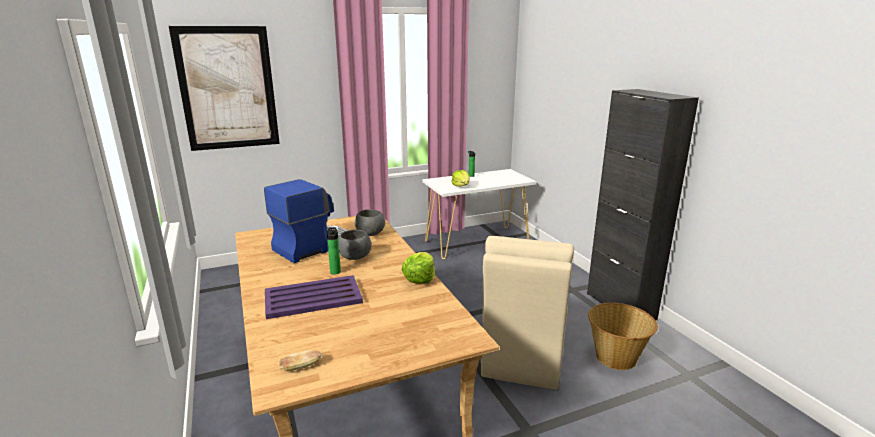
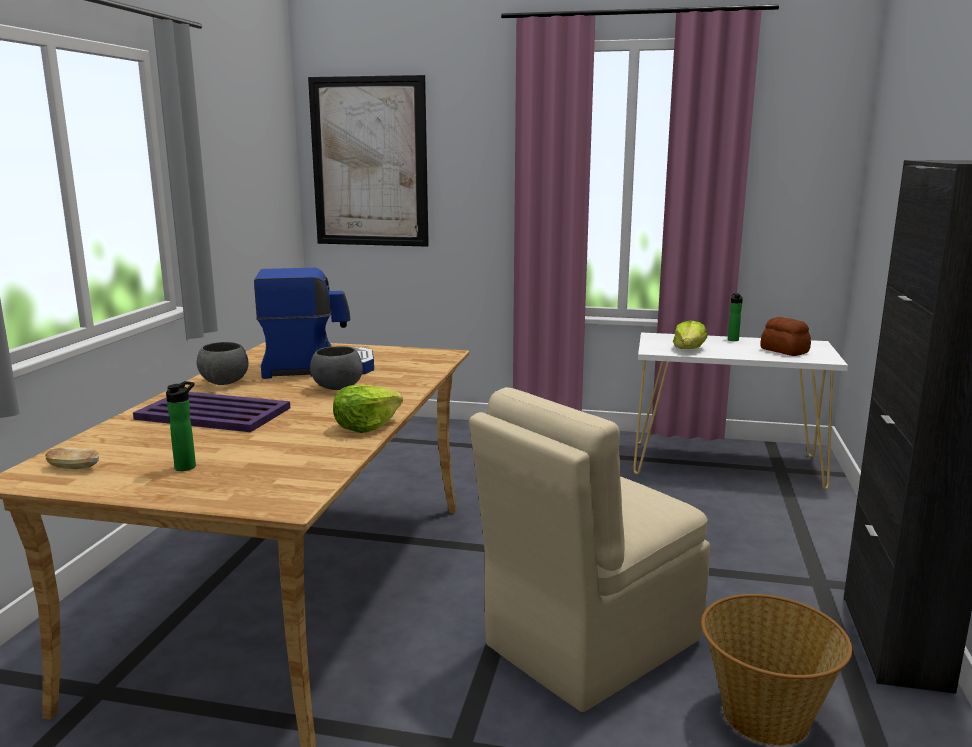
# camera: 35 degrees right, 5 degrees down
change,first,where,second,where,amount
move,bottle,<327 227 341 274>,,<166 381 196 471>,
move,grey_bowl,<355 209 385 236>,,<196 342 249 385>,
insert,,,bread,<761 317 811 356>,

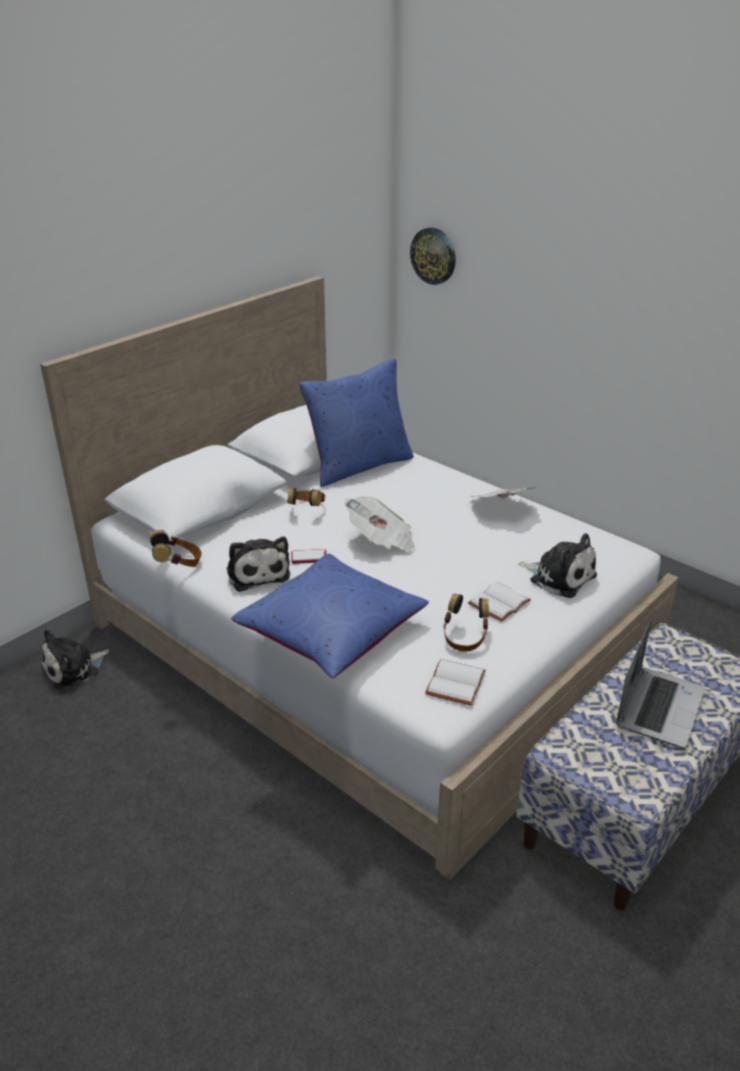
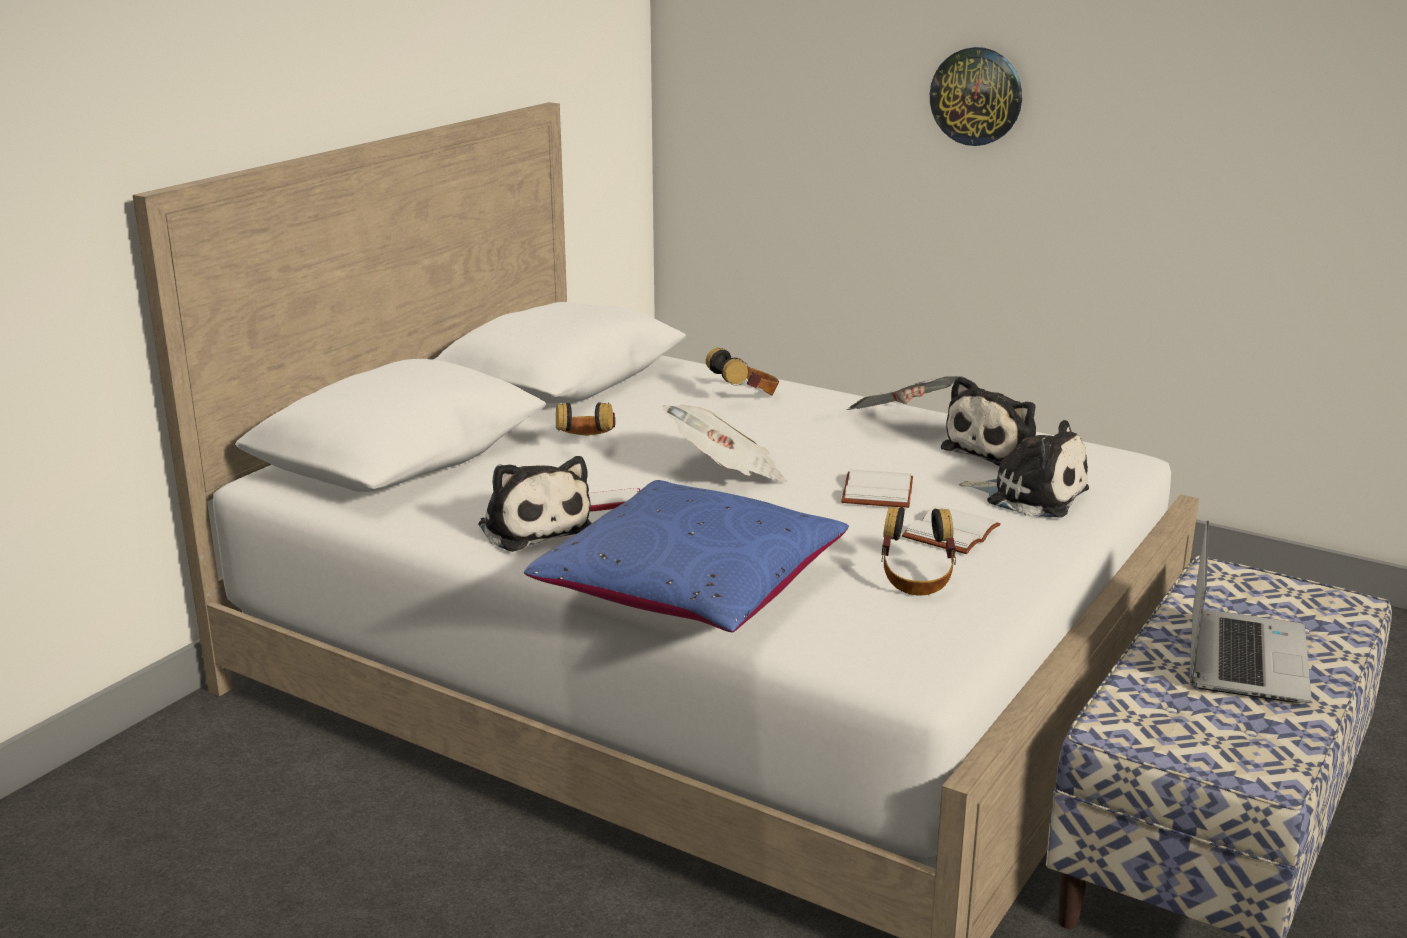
# camera: 10 degrees left, 10 degrees down
change,first,where,second,where,amount
move,headphones,<150 530 202 567>,,<706 348 779 395>,
move,white_book,<425 659 486 706>,,<841 469 913 508>,
move,wall_clock,<410 227 456 285>,,<930 47 1022 146>,
move,plush_toy,<41 628 109 688>,,<941 376 1036 466>,
delete,blue_pillow,<299 359 414 487>,,,

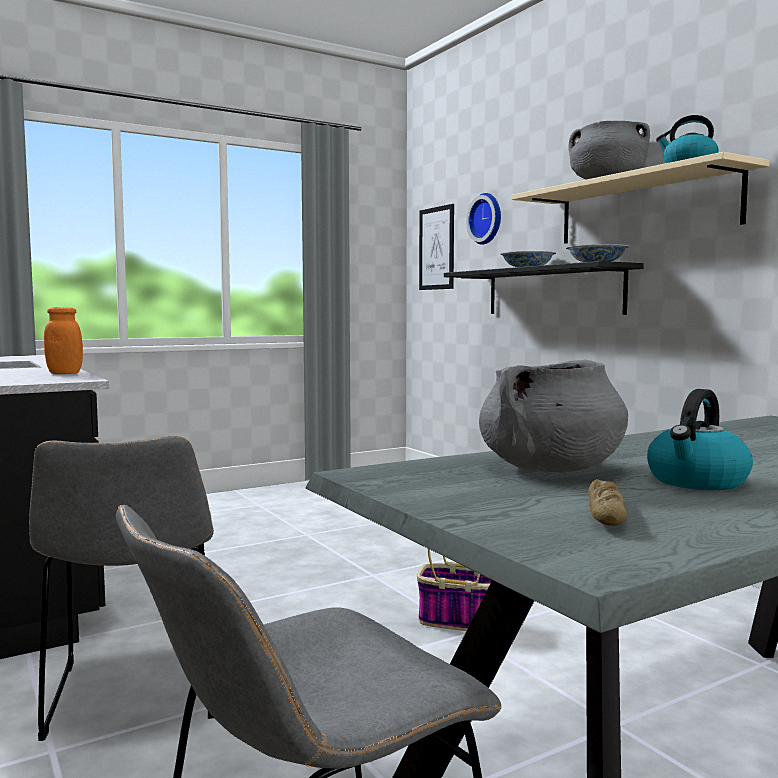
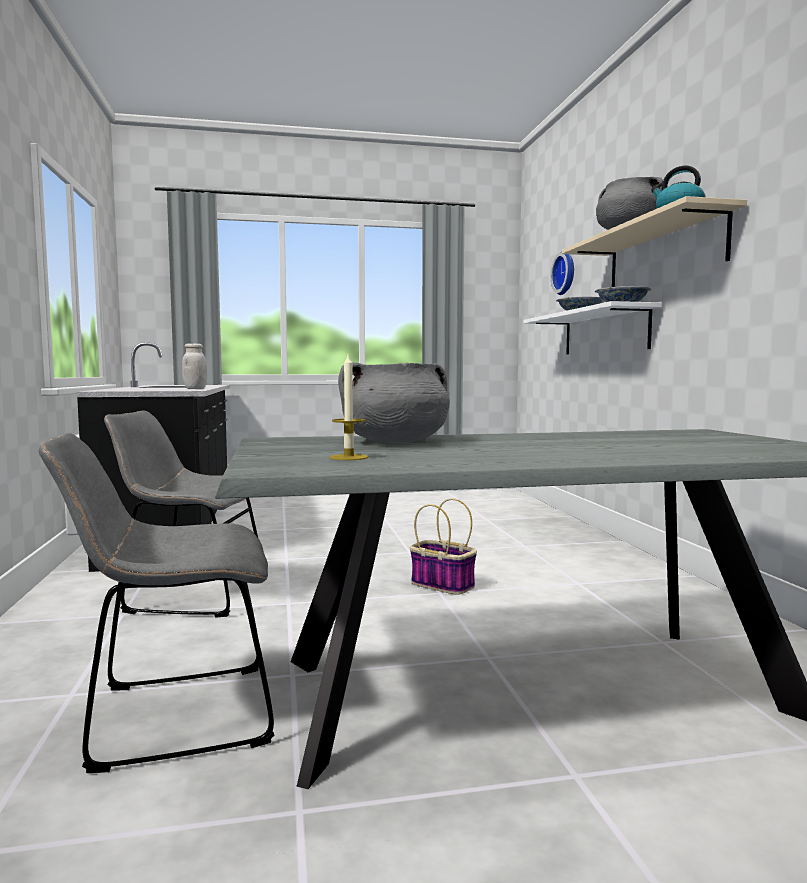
# camera: 20 degrees right, 0 degrees up
change,first,where,second,where,amount
rotate,grey_chair,<29 436 214 741>,,<104 410 258 618>,90 degrees clockwise
recolor,orange_jar,<44 307 83 374>,white_jar,<182 343 207 389>,
replace,bread,<588 479 627 526>,candle,<330 355 368 460>,
recolor,black_shelf,<444 261 644 315>,white_shelf,<524 301 662 354>,
delete,picture,<419 204 454 290>,,,
delete,kettle,<647 389 753 490>,,,

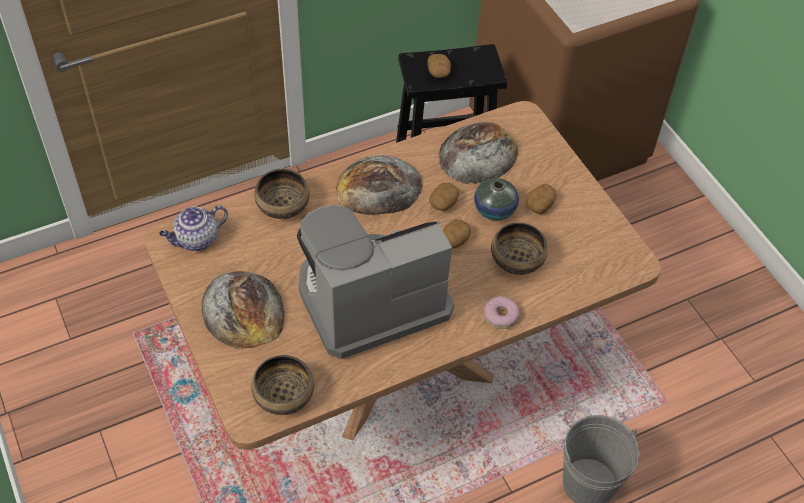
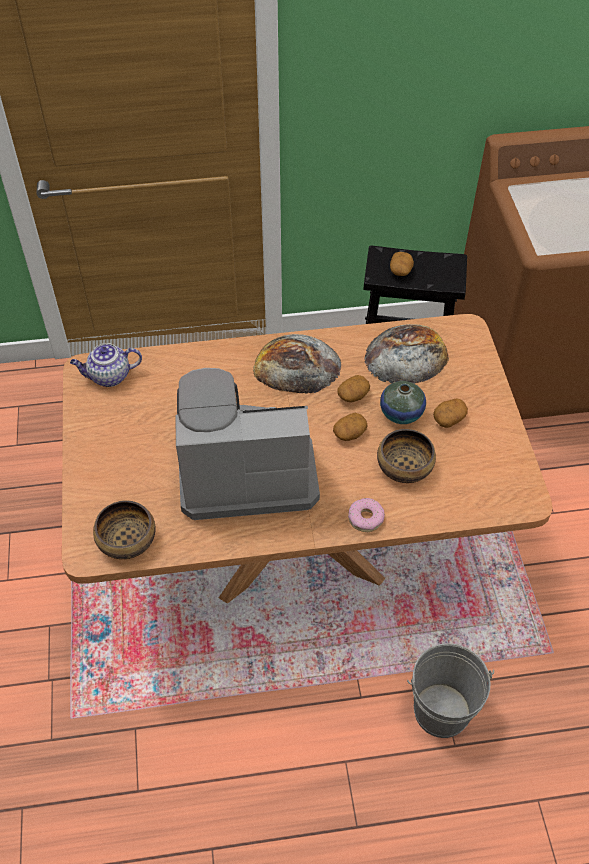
# camera: 20 degrees right, 0 degrees up
change,first,where,second,where,amount
delete,bread,<201 271 285 349>,,,
delete,bowl,<254 169 310 219>,,,

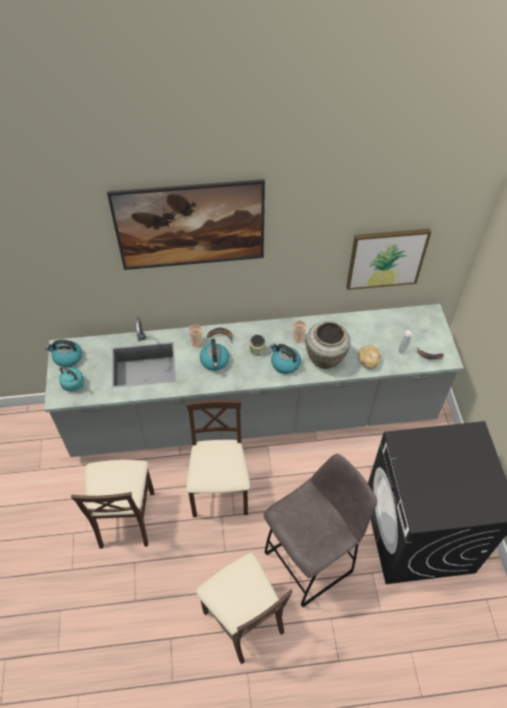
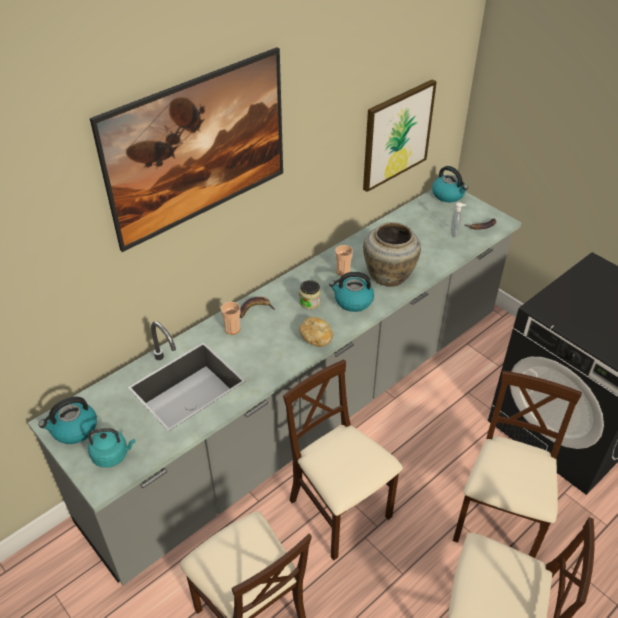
# camera: 35 degrees left, 10 degrees down
change,first,where,second,where,amount
move,bread,<358 345 381 369>,,<299 317 333 347>,
move,kettle,<200 339 229 371>,,<432 166 468 202>,
replace,grey_stool,<263 454 377 607>,beige_chair,<453 371 582 558>,

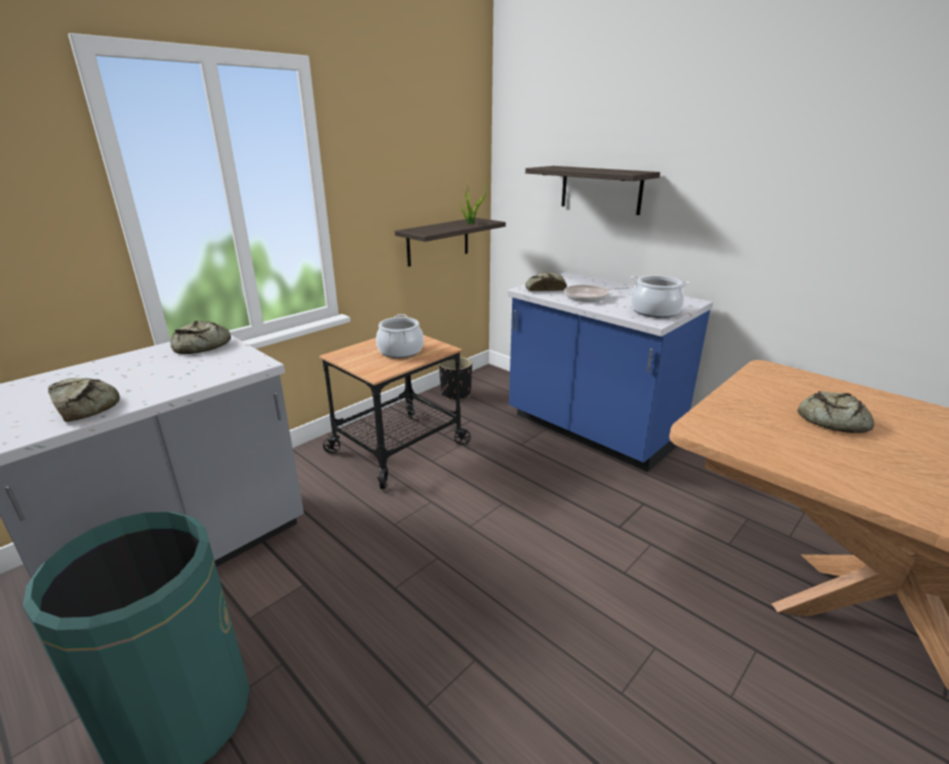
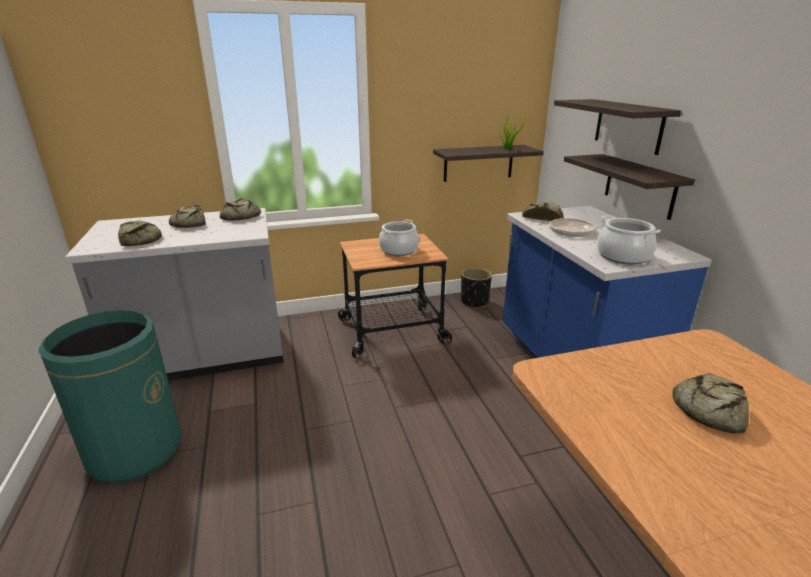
# camera: 30 degrees right, 0 degrees up
change,first,where,second,where,amount
insert,,,bread,<169 205 206 228>,
insert,,,shelf,<564 154 695 220>,

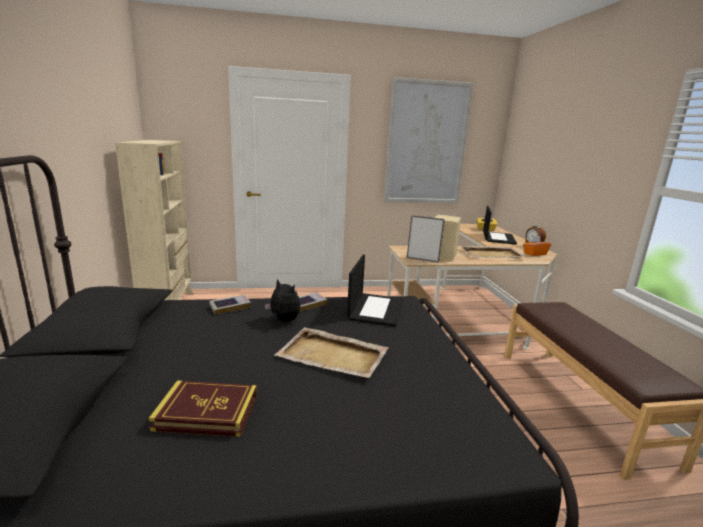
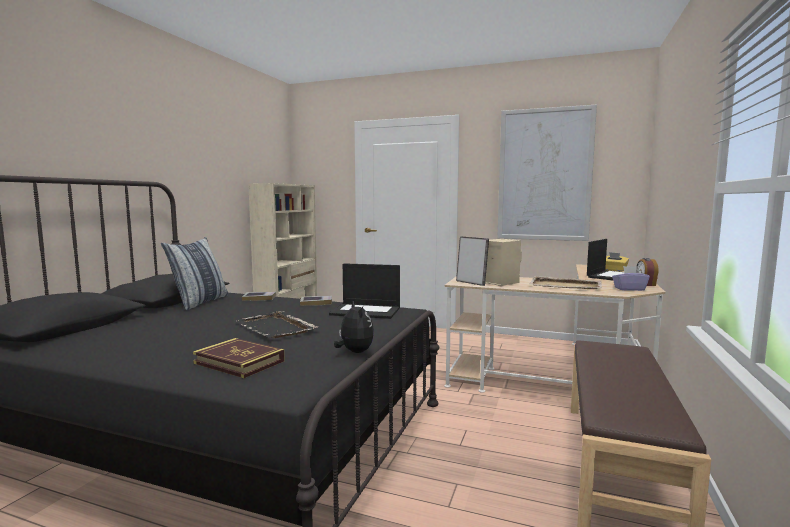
# camera: 30 degrees right, 10 degrees down
change,first,where,second,where,amount
insert,,,pillow,<161 237 228 310>,
move,book,<149 380 257 437>,,<193 338 285 378>,
recolor,beige_tray,<274 328 389 378>,black_tray,<234 311 319 338>,
rotate,laptop,<347 255 403 327>,,<329 263 400 319>,60 degrees clockwise
move,plush_toy,<265 279 300 322>,,<334 300 374 353>,
recolor,orange_tissue_box,<523 236 551 256>,purple_tissue_box,<612 266 650 291>,

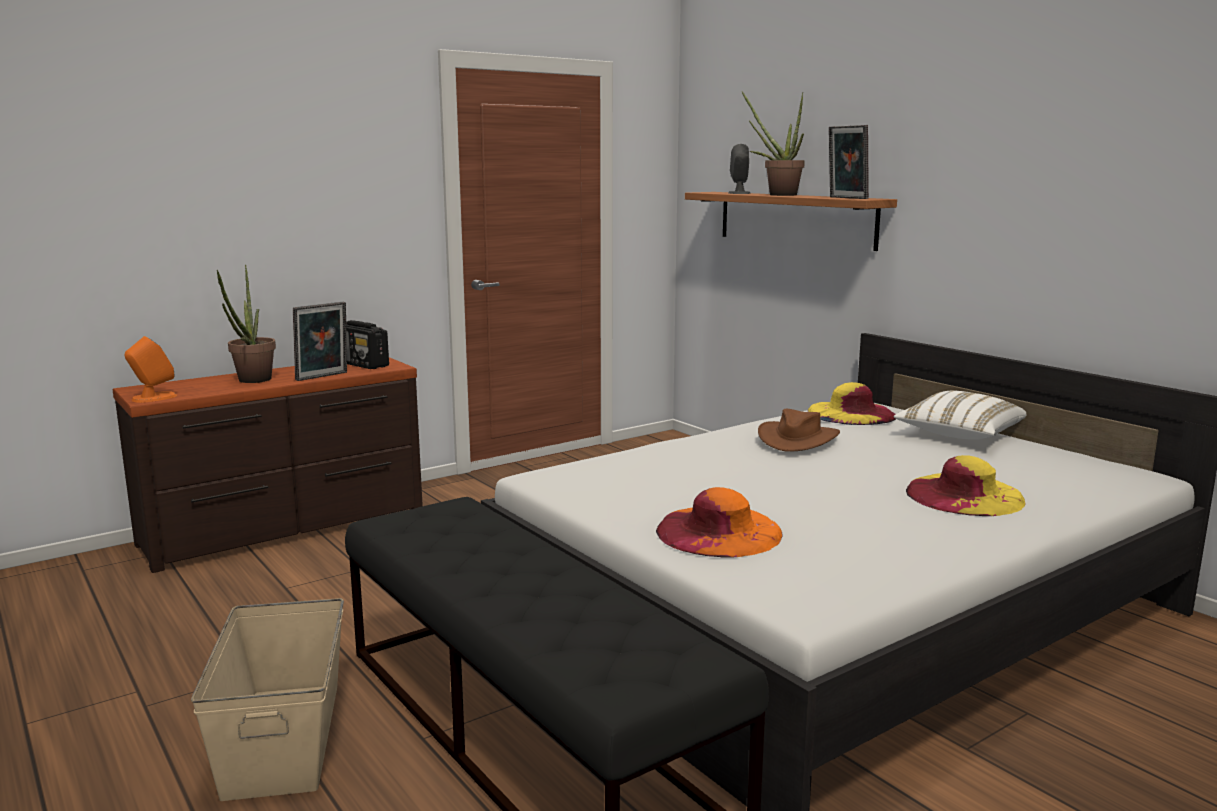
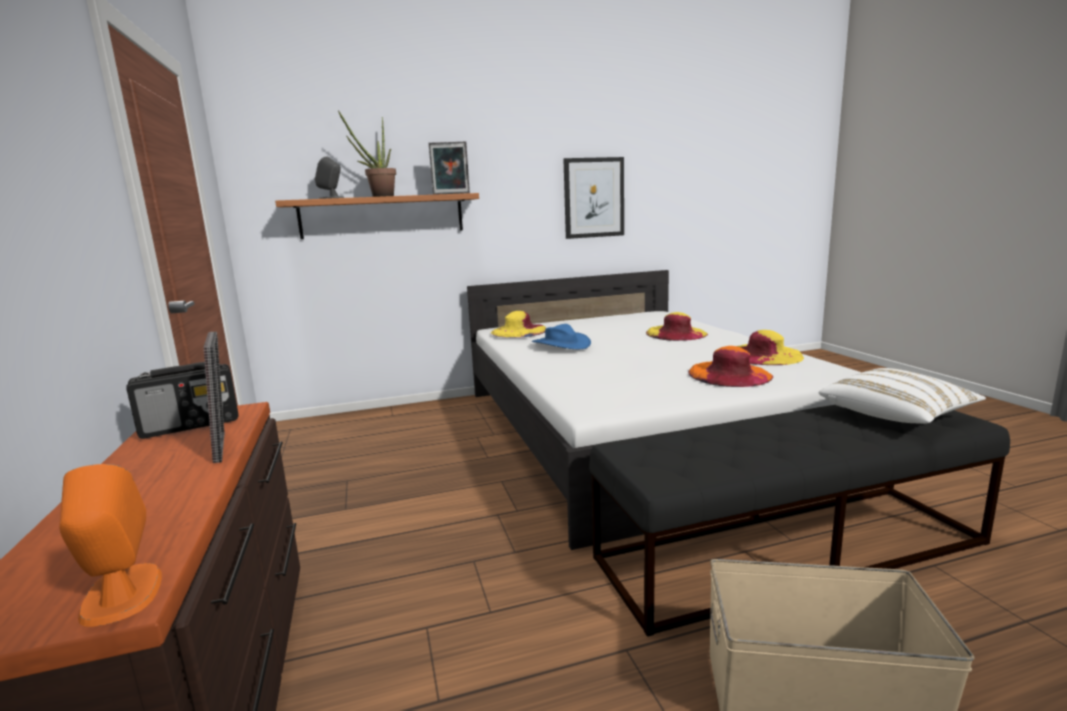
# camera: 70 degrees left, 0 degrees up
change,first,where,second,where,amount
recolor,brown_hat,<758 409 840 452>,blue_hat,<532 324 591 349>,
insert,,,picture,<563 157 624 239>,
insert,,,yellow_hat,<737 330 804 365>,
move,white_pillow,<894 391 1026 440>,,<819 368 986 424>,
delete,potted_plant,<217 264 276 383>,,,

